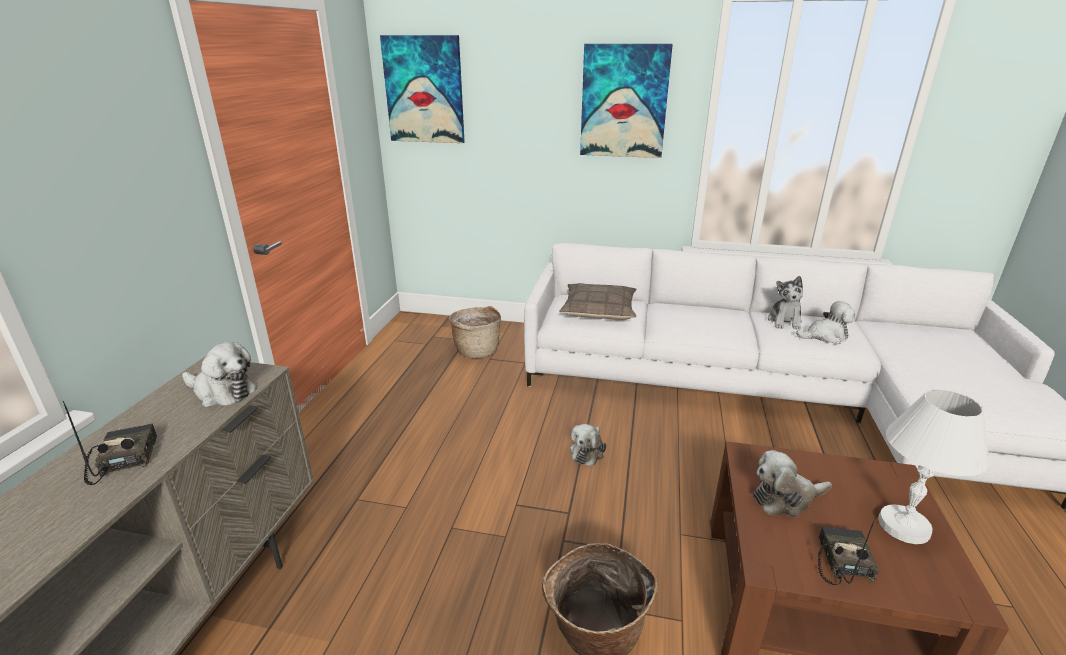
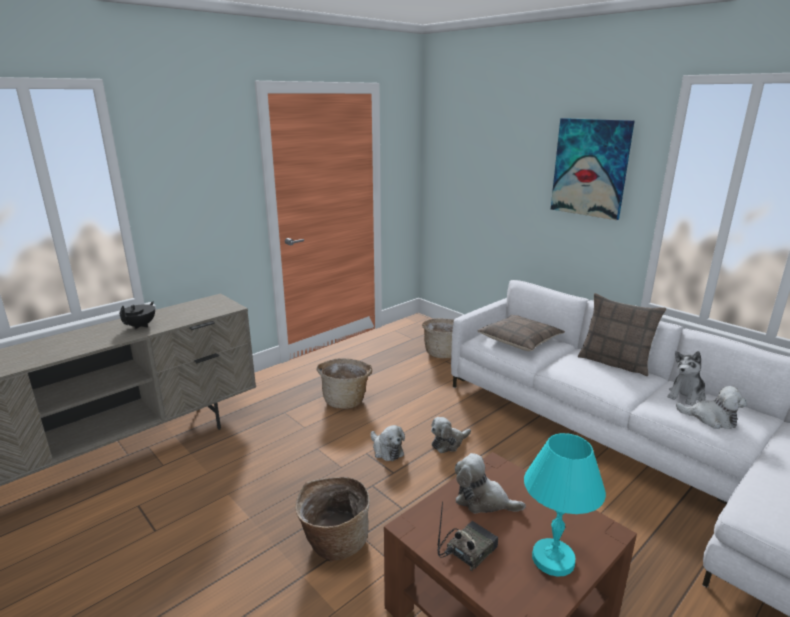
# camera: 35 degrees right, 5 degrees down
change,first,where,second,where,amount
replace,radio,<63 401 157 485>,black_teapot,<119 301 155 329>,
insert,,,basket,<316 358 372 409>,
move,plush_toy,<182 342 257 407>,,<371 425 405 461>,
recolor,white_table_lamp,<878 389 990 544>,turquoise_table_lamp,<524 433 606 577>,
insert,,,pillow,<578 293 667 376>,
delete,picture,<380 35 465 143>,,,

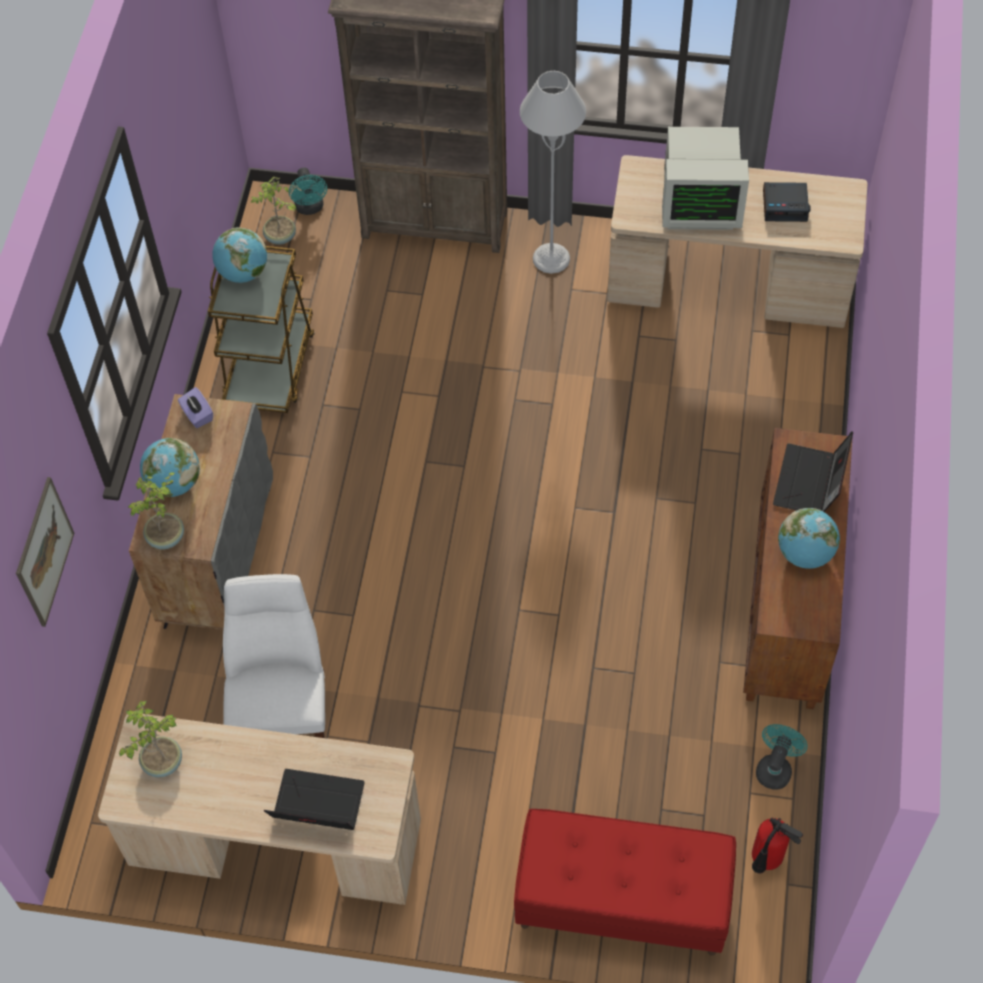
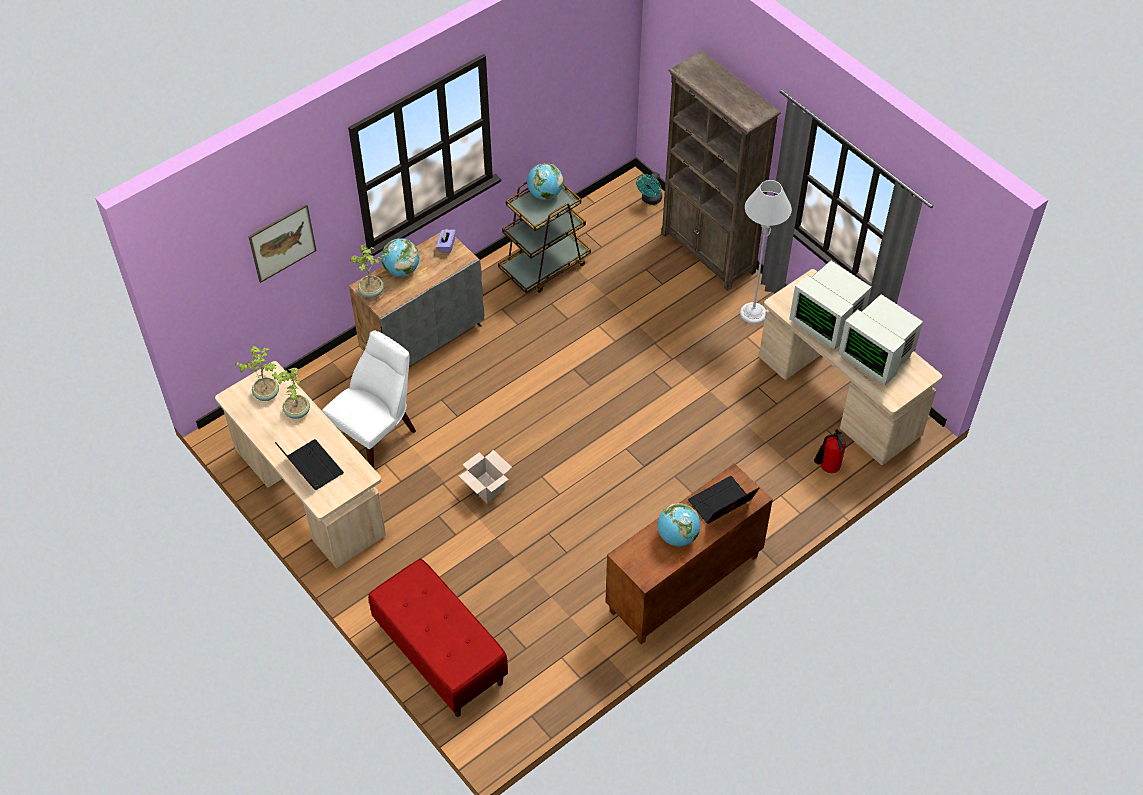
# camera: 40 degrees right, 5 degrees down
change,first,where,second,where,amount
move,potted_plant,<251 177 297 245>,,<272 368 310 419>,
insert,,,cardboard_box,<459 450 512 502>,
move,fire_extinguisher,<752 818 803 873>,,<814 429 846 473>,
replace,alarm_clock,<763 182 810 222>,monitor,<838 294 923 385>,
delete,turquoise_fan,<756 724 808 789>,,,

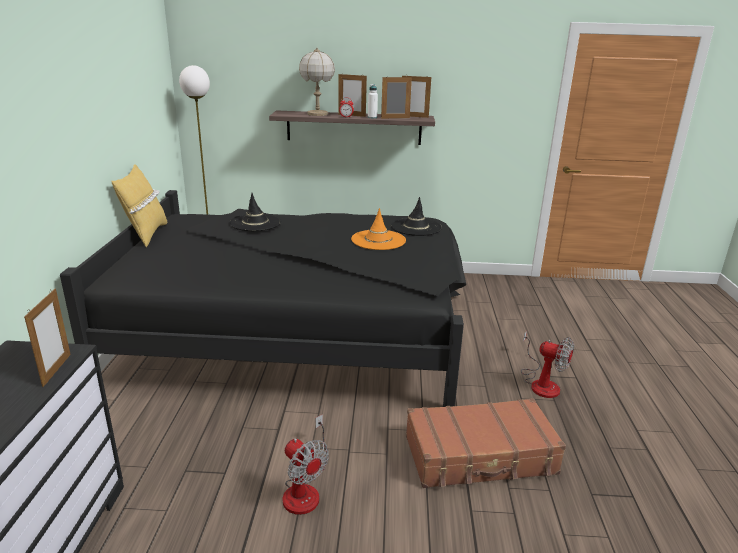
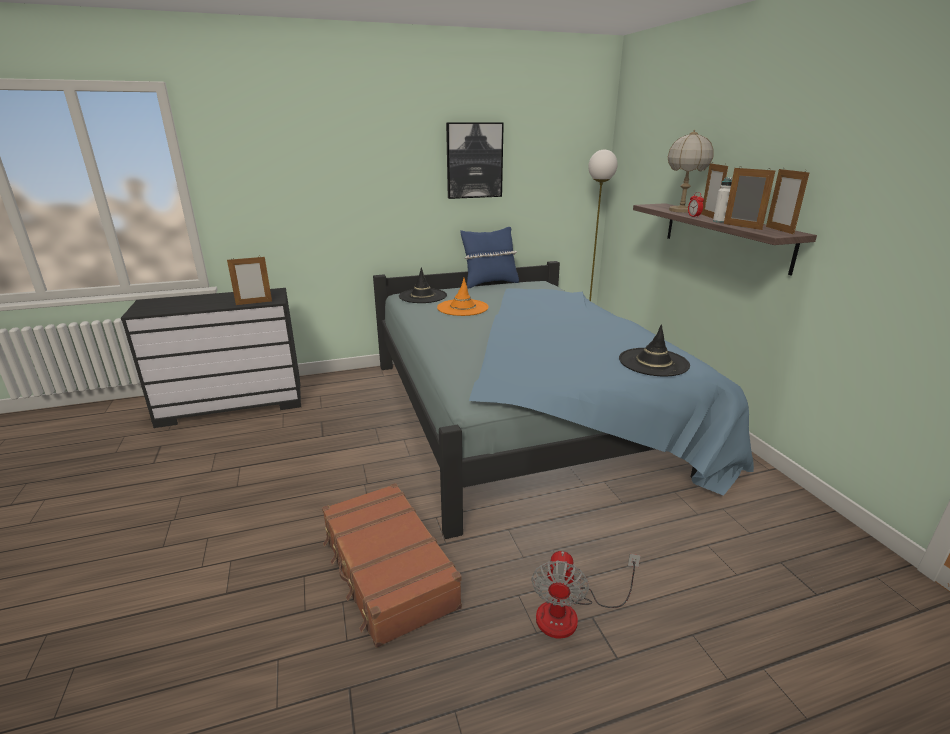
# camera: 70 degrees right, 0 degrees up
change,first,where,second,where,amount
recolor,black_bed,<60 190 466 407>,blue_bed,<373 261 754 539>,
move,black_hat,<229 193 281 231>,,<399 267 447 303>,
move,orange_hat,<351 208 406 250>,,<437 278 488 316>,
insert,,,picture,<446 122 504 199>,
recolor,yellow_pillow,<111 164 168 247>,blue_pillow,<460 227 519 288>,
delete,fan,<283 414 329 515>,,,

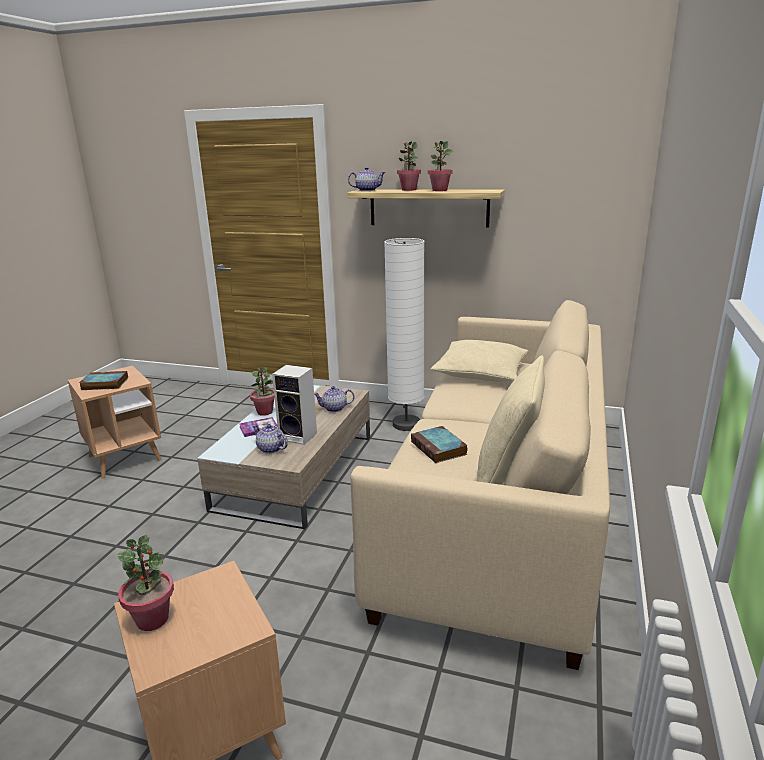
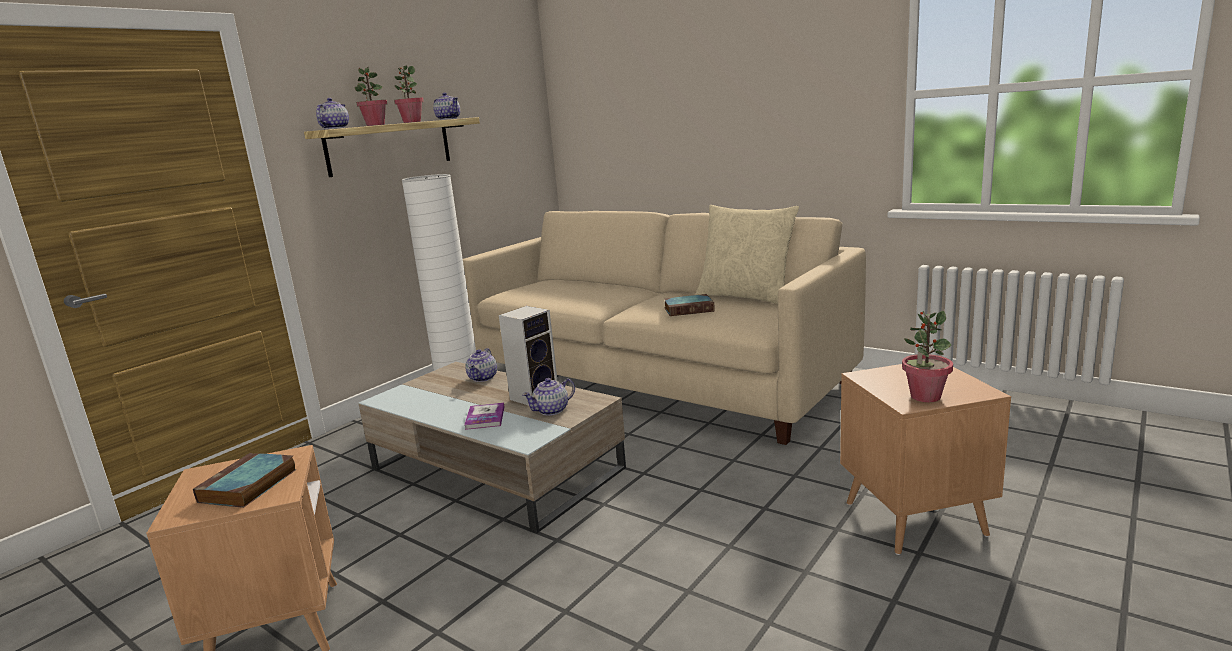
# camera: 70 degrees left, 5 degrees down
change,first,where,second,where,amount
insert,,,teapot,<433 93 460 120>,
delete,potted_plant,<250 367 275 416>,,,
delete,beige_pillow,<431 340 528 382>,,,

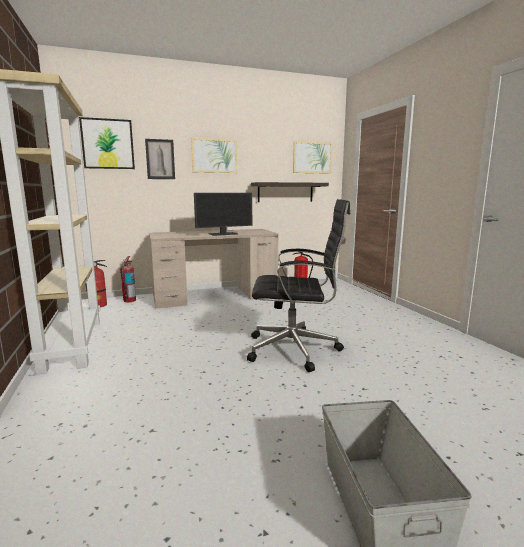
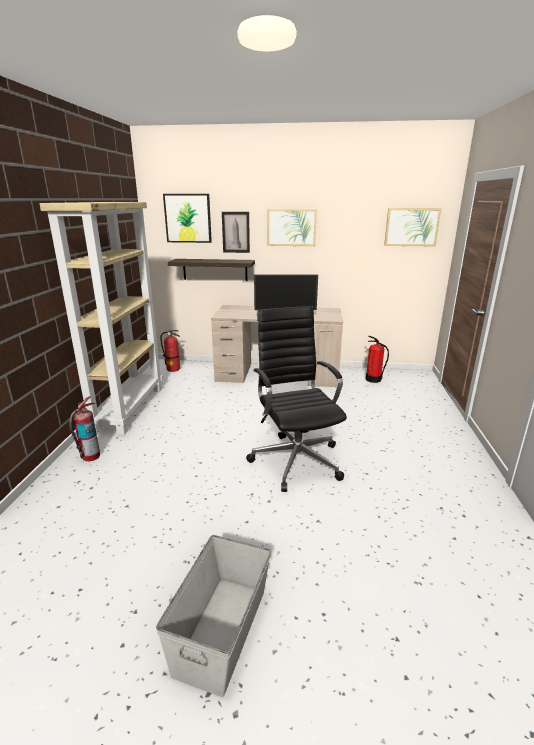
# camera: 25 degrees right, 10 degrees up
change,first,where,second,where,amount
move,fire_extinguisher,<120 256 136 302>,,<69 396 100 461>,
move,shelf,<251 182 329 202>,,<168 259 255 281>,
rotate,black_office_chair,<247 199 350 372>,,<246 306 347 492>,135 degrees counterclockwise

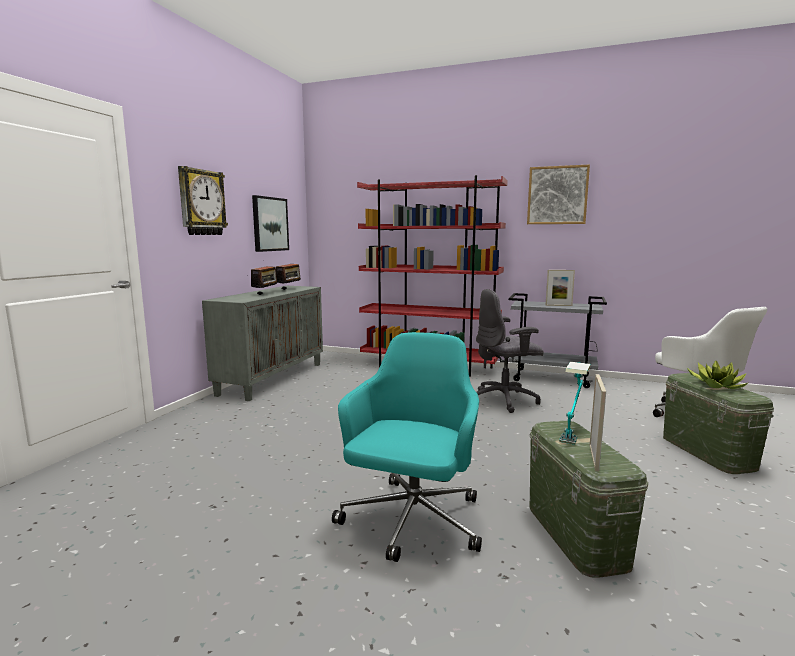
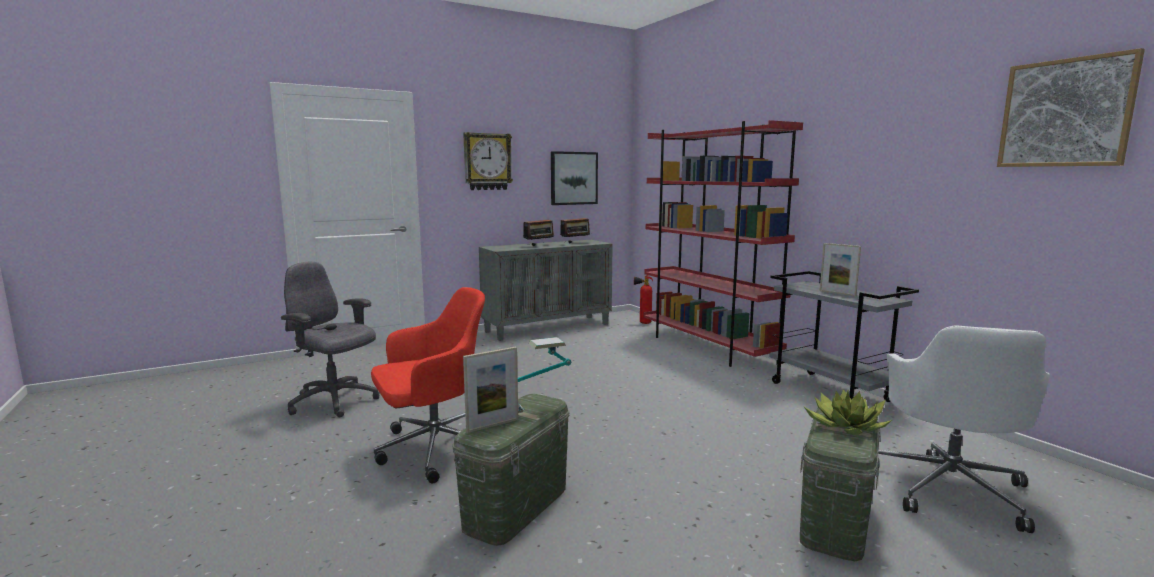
# camera: 40 degrees right, 0 degrees up
change,first,where,second,where,amount
move,grey_office_chair,<476 289 544 413>,,<281 262 380 417>,
recolor,turquoise_office_chair,<332 332 482 562>,red_office_chair,<371 287 485 484>,
insert,,,fire_extinguisher,<634 275 653 324>,
move,picture,<527 164 590 224>,,<997 48 1145 167>,

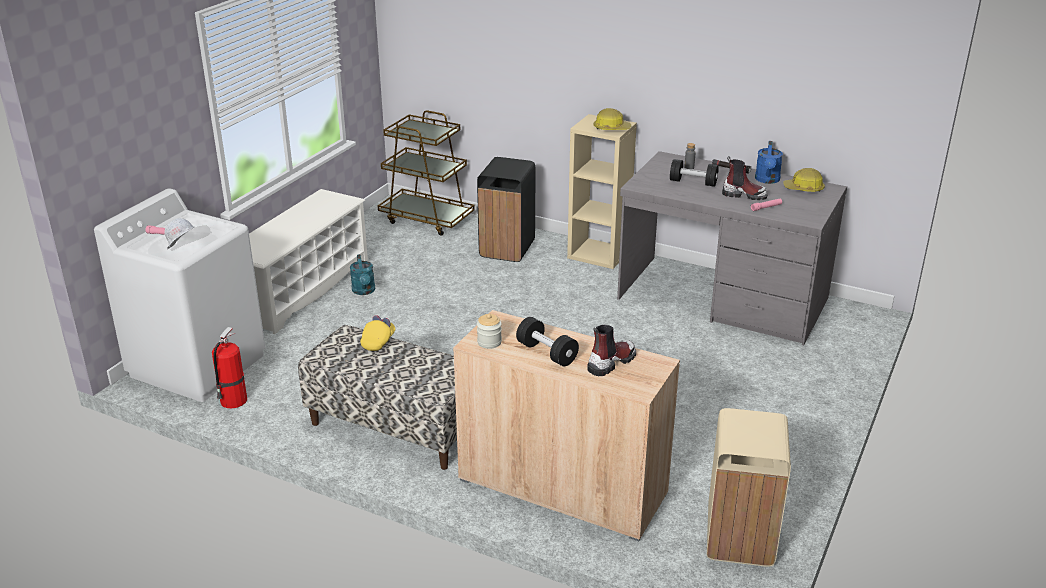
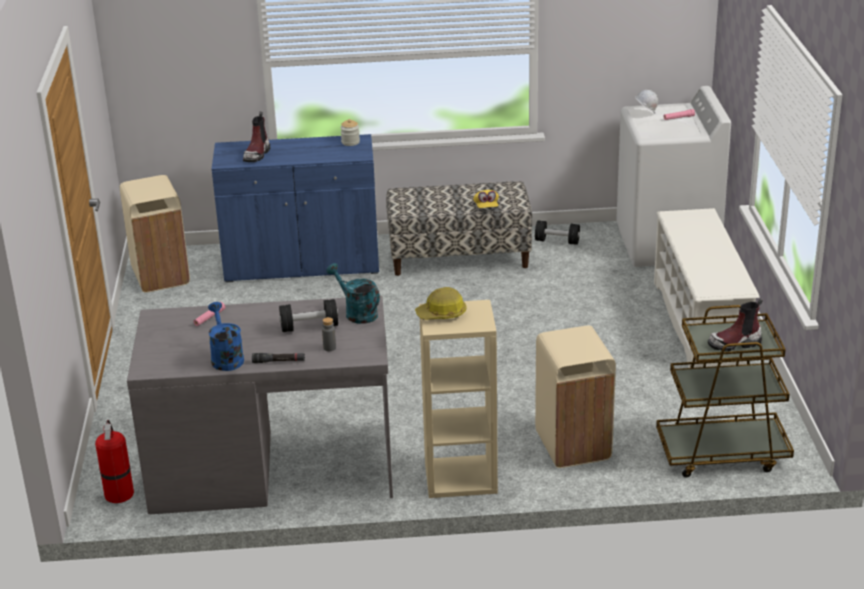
# camera: 150 degrees right, 0 degrees up
change,first,where,second,where,amount
move,fire_extinguisher,<212 327 247 408>,,<95 420 134 503>,
recolor,beige_cabinet,<453 310 680 541>,blue_cabinet,<212 134 379 282>,
move,turquoise_watering_can,<350 254 375 295>,,<326 263 380 324>,
move,black_dumbbell,<516 317 579 366>,,<535 221 580 245>,
recolor,black_trash_can,<477 157 536 262>,beige_trash_can,<535 326 616 468>,
move,boot,<722 156 768 200>,,<708 299 763 351>,
delete,hard_hat,<783 168 825 192>,,,

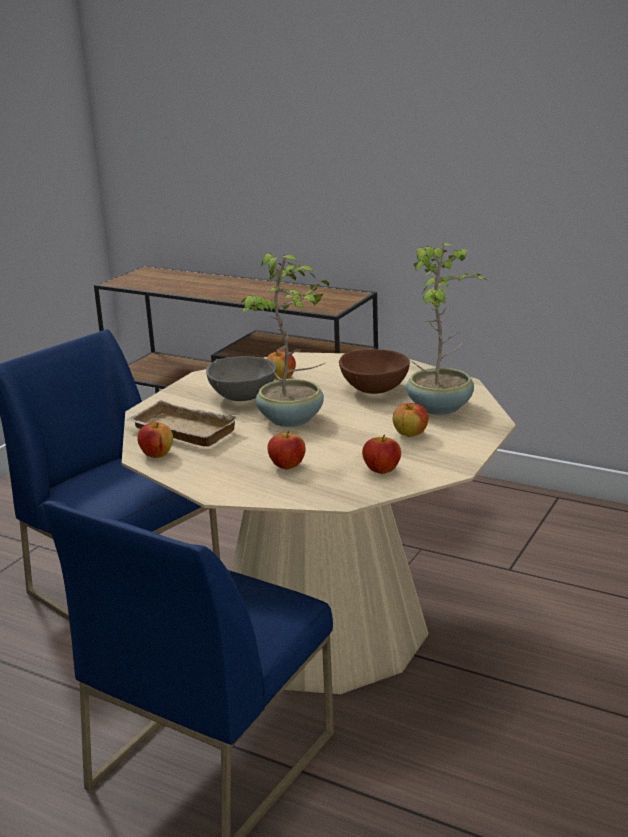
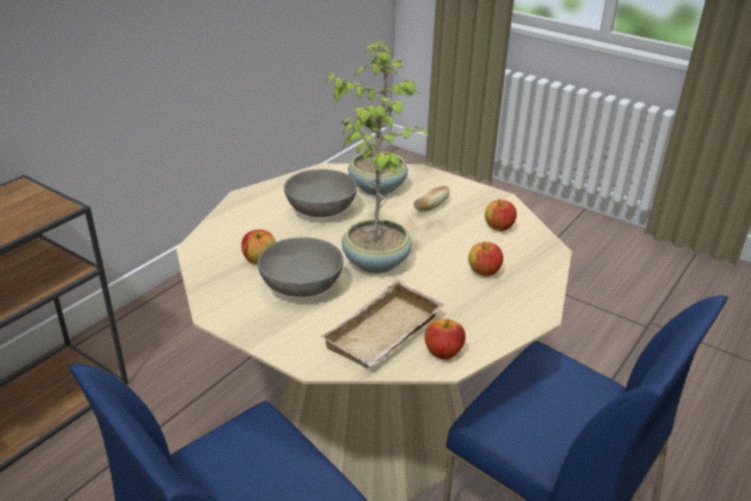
# camera: 85 degrees left, 10 degrees up
change,first,where,second,where,amount
recolor,brown_bowl,<339 349 410 394>,grey_bowl,<284 169 357 217>,
replace,apple,<393 403 428 437>,bread,<413 186 450 212>,

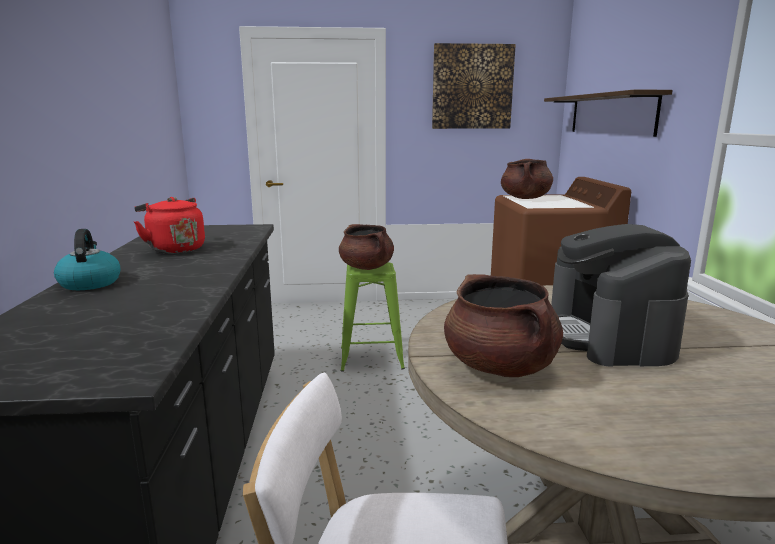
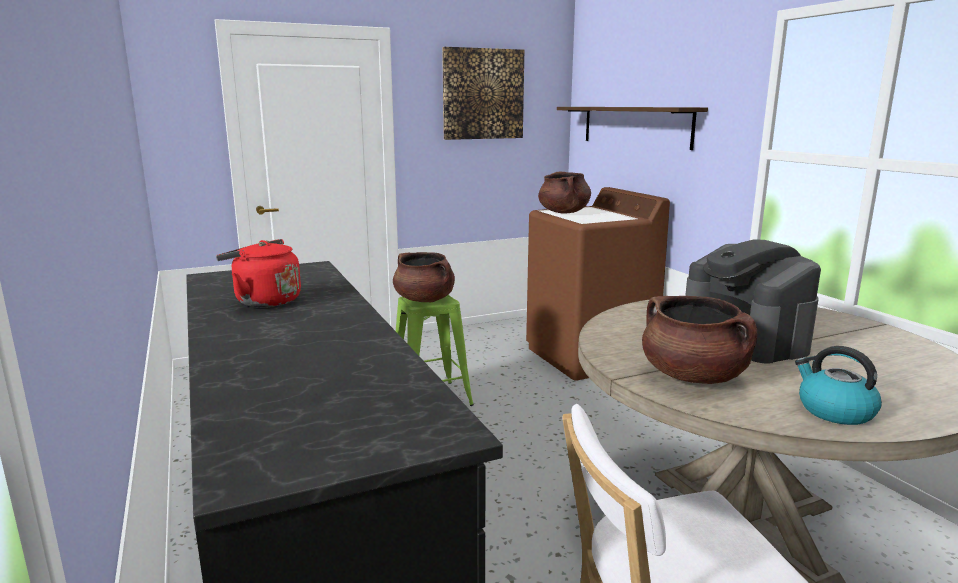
# camera: 20 degrees left, 0 degrees up
change,first,where,second,where,amount
move,kettle,<54 229 120 290>,,<795 346 882 425>,

